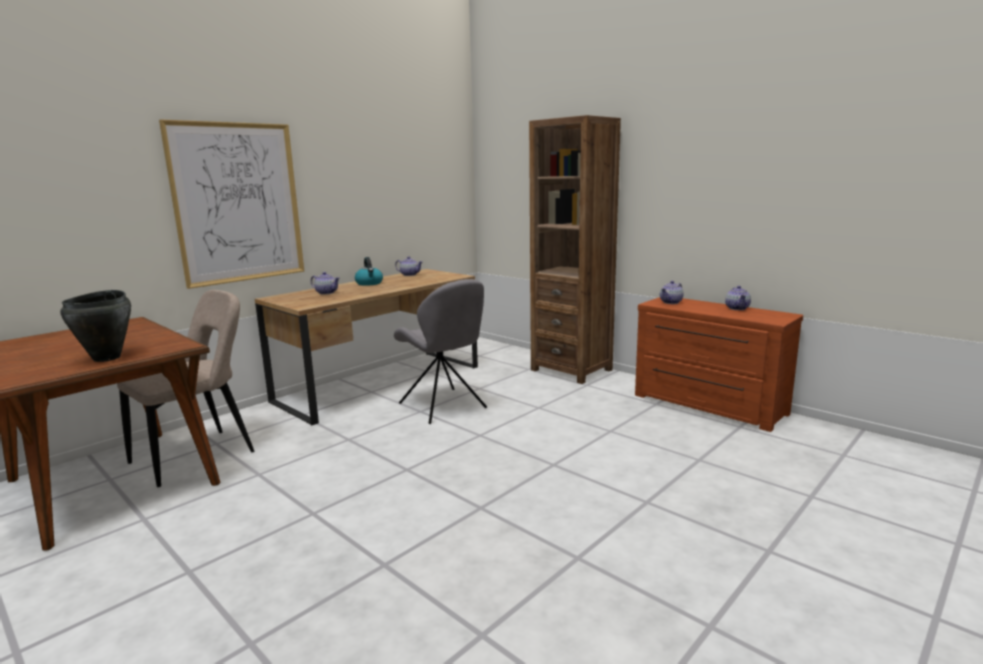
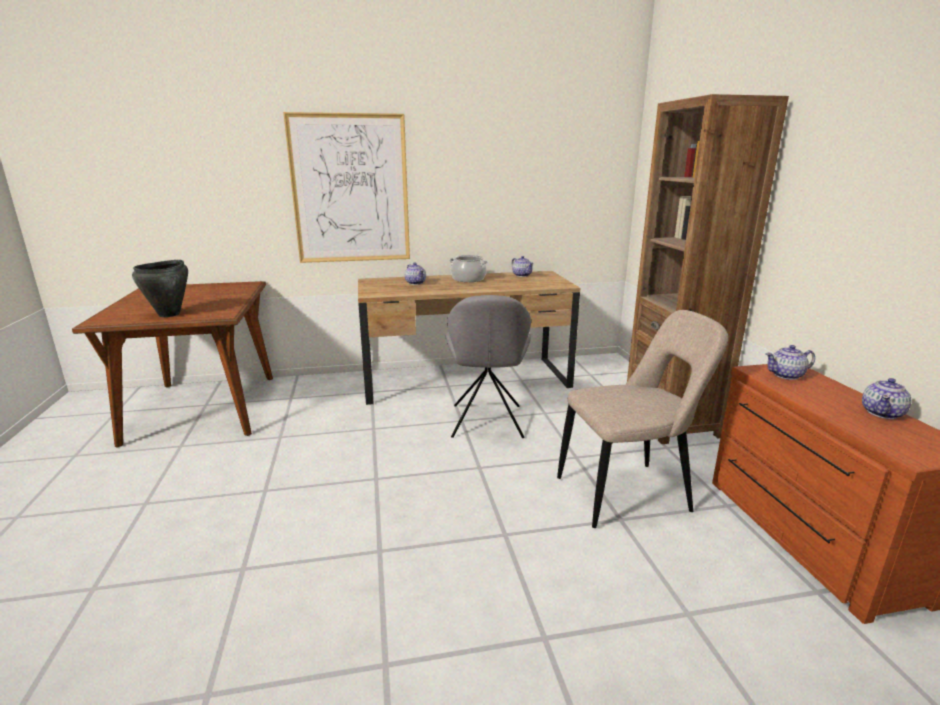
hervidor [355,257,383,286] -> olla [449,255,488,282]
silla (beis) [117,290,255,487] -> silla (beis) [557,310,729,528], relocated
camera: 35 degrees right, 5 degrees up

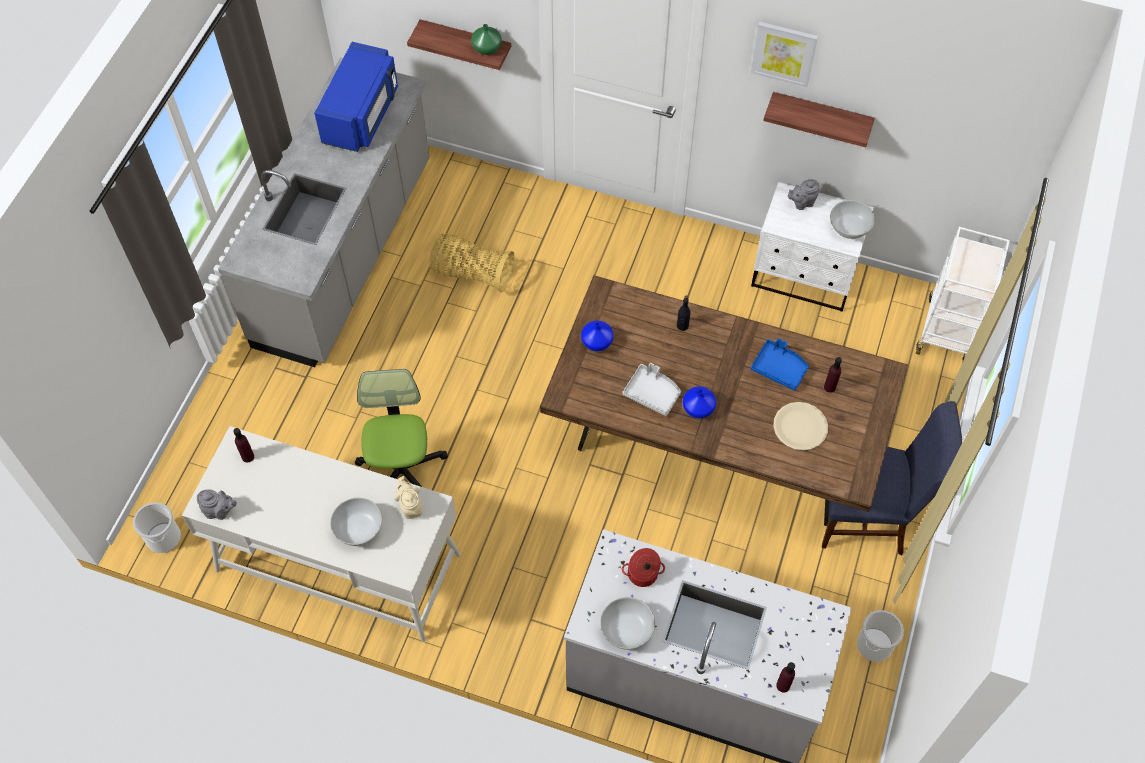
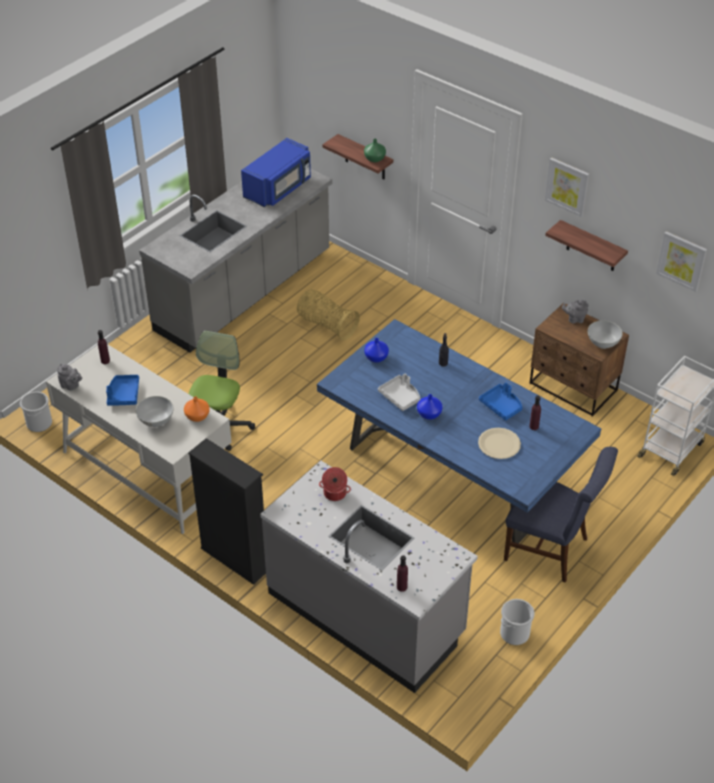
none -> bandeja (azul) [106,375,139,406]
tetera (beis) [394,476,423,519] -> florero (naranja) [184,396,210,422]
none -> estantería (negro) [188,438,266,585]
mesa de comedor (marrón) [540,275,908,526] -> mesa de comedor (azul) [317,319,601,548]
mesita de noche (blanco) [751,182,874,312] -> mesita de noche (marrón) [530,304,629,417]
none -> cuadro [656,231,707,292]
cuenco (blanco) [600,597,655,650] -> none
camera: 20 degrees right, 15 degrees down

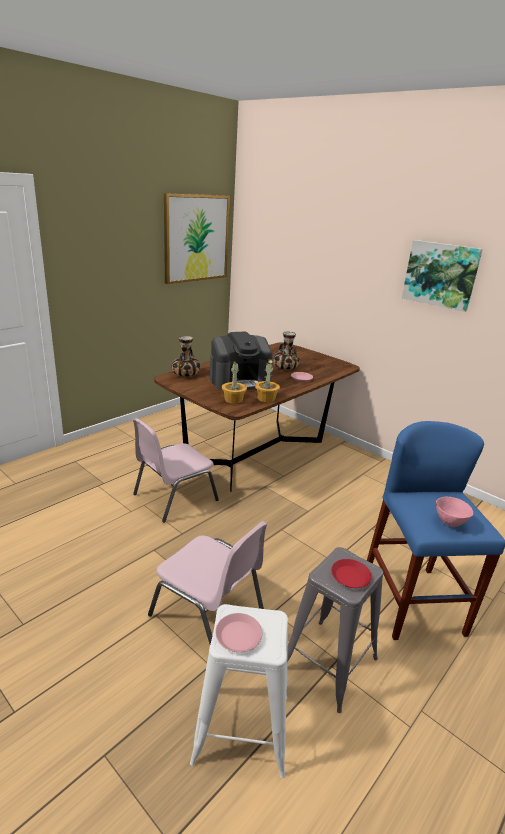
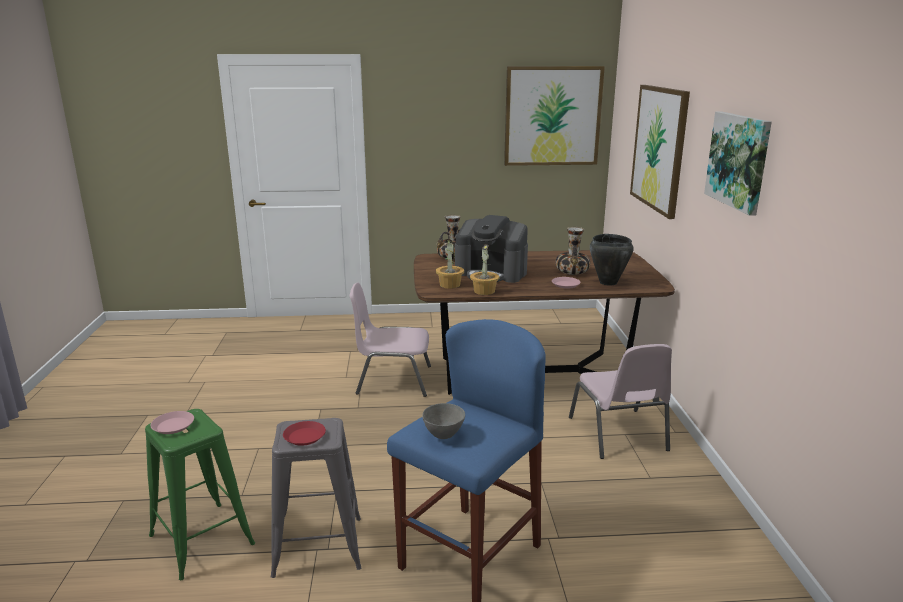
taburete (blanco) [190,604,288,778] -> taburete (verde) [145,409,255,580]
cuenco (rosa) [436,497,473,527] -> cuenco (gris) [422,403,465,439]
silla (rosa) [148,521,267,644] -> silla (rosa) [569,344,672,459], relocated
none -> olla (negro) [590,234,634,286]
none -> cuadro [630,85,690,219]
camera: 45 degrees right, 5 degrees down

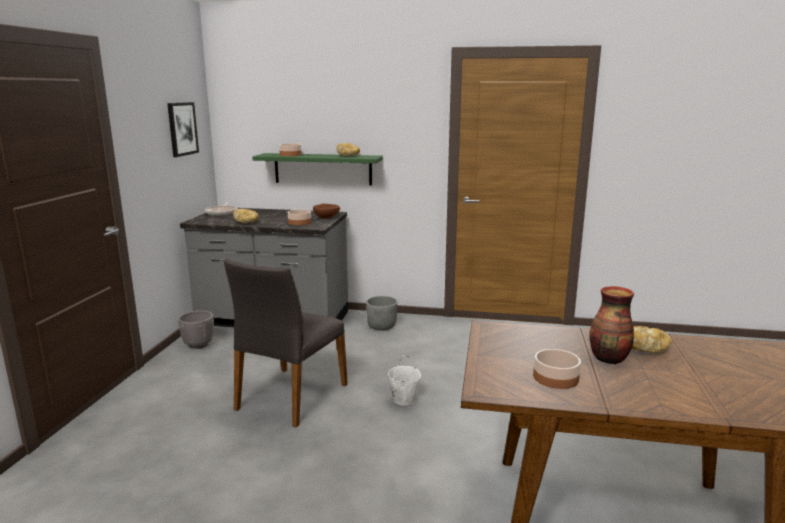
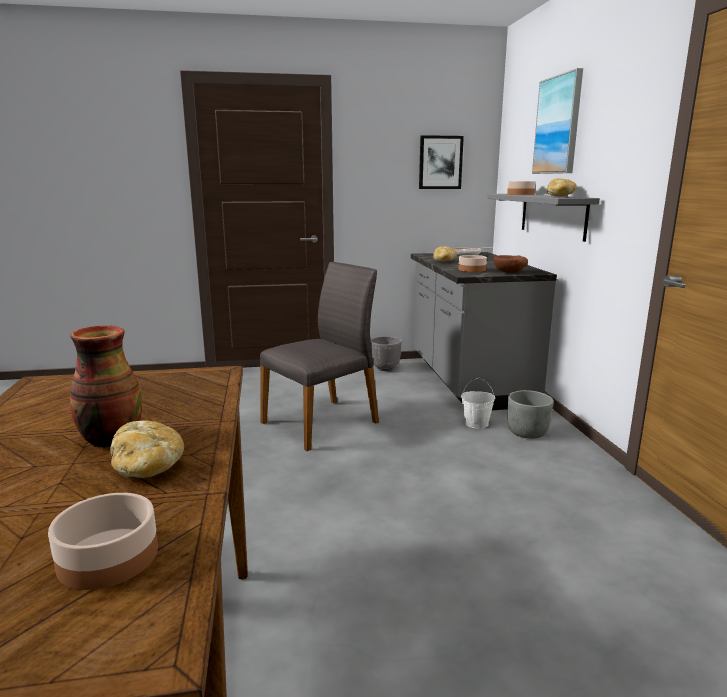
cuenco [533,349,581,389] -> cuenco [48,493,158,590], relocated
silla (gris) [224,259,348,428] -> silla (gris) [260,262,379,451], 135 degrees clockwise
cubo (blanco) [388,355,421,405] -> cubo (blanco) [461,377,495,429], relocated
estante (verde) [252,153,383,186] -> estante (gris) [487,194,600,242]
none -> cuadro [532,68,583,174]
camera: 70 degrees right, 0 degrees up

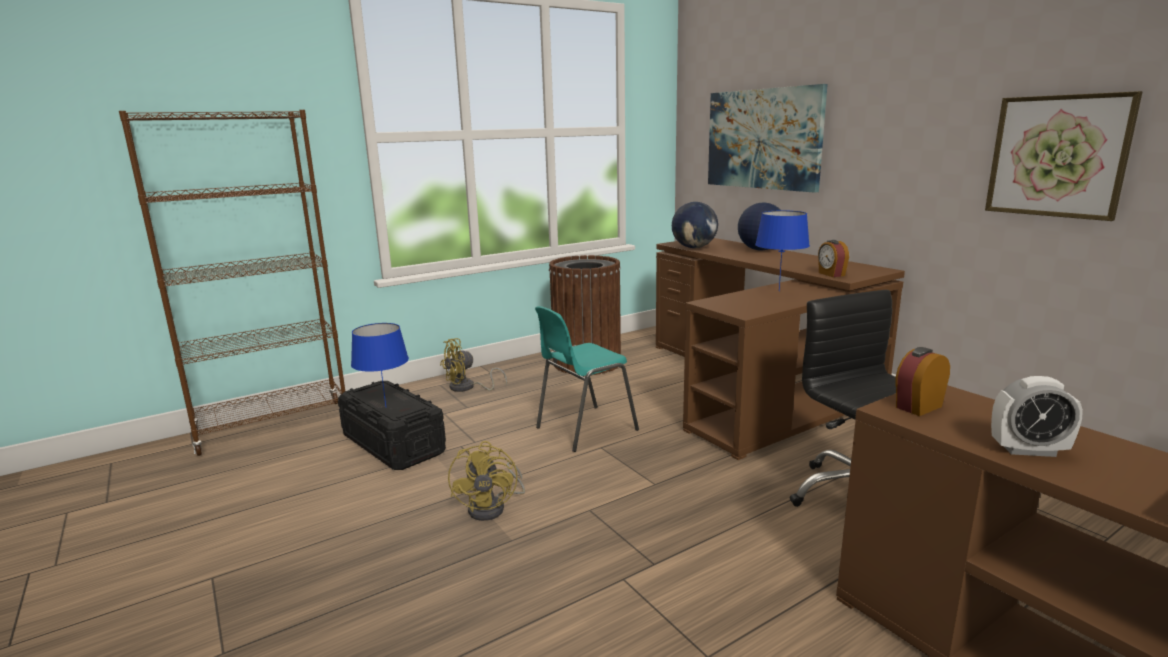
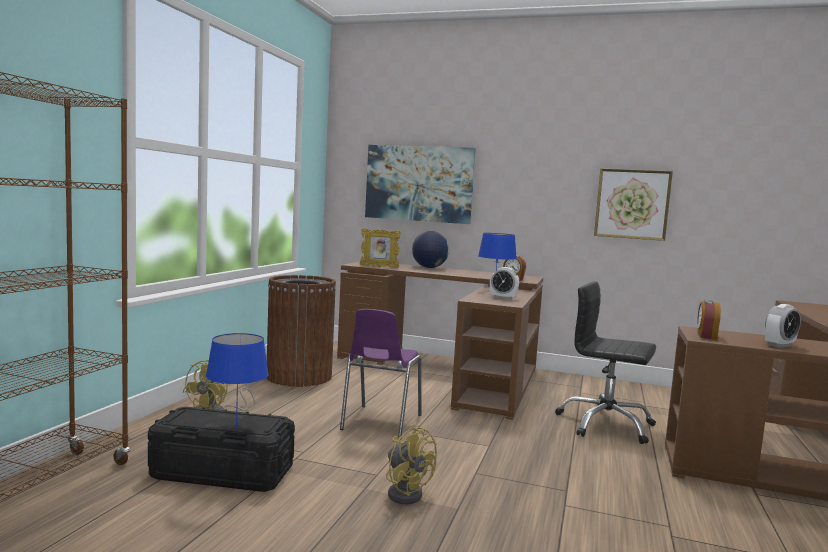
silla (turquesa) [535,306,639,452] -> silla (morado) [340,309,421,440]
globo terráqueo [672,202,718,248] -> portarretratos [360,228,401,268]
none -> despertador [490,267,519,300]
camera: 40 degrees left, 10 degrees down

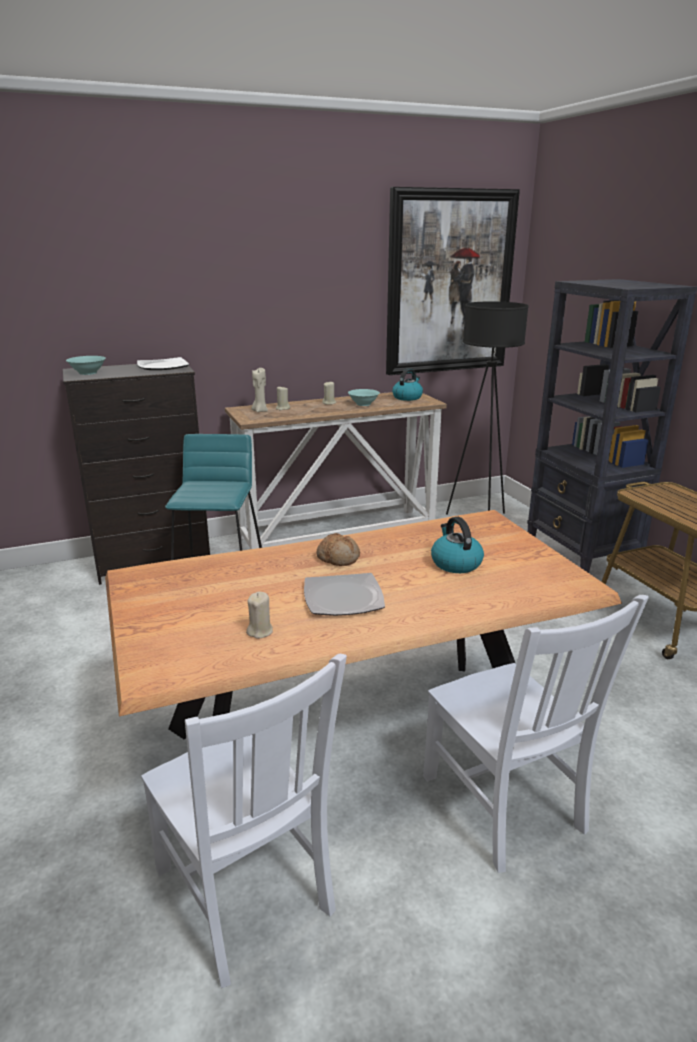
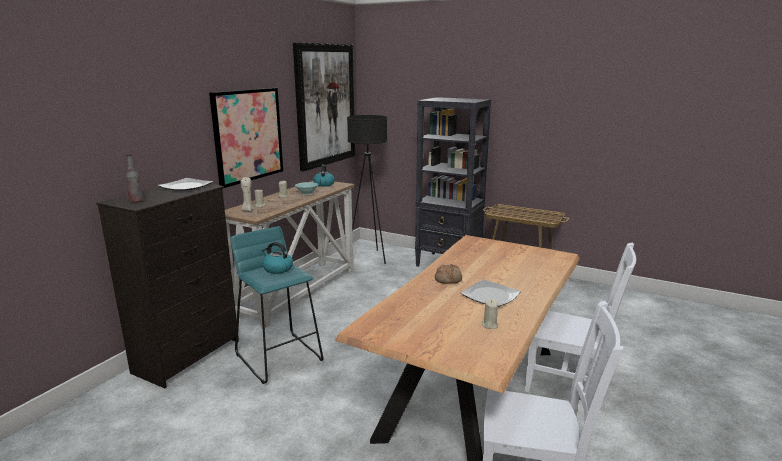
cuenco (turquesa) [66,356,106,375] -> botella [125,154,143,203]
none -> cuadro [209,88,283,188]
hervidor [431,517,484,573] -> hervidor [262,242,293,274], relocated
camera: 40 degrees left, 5 degrees down

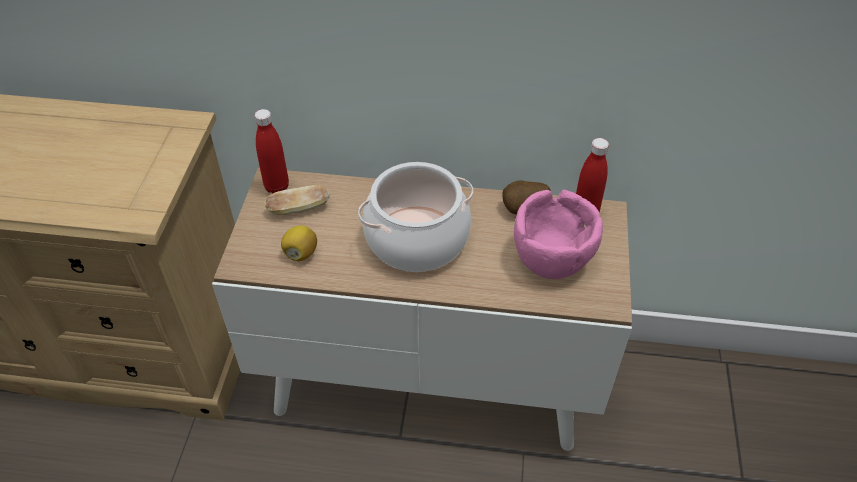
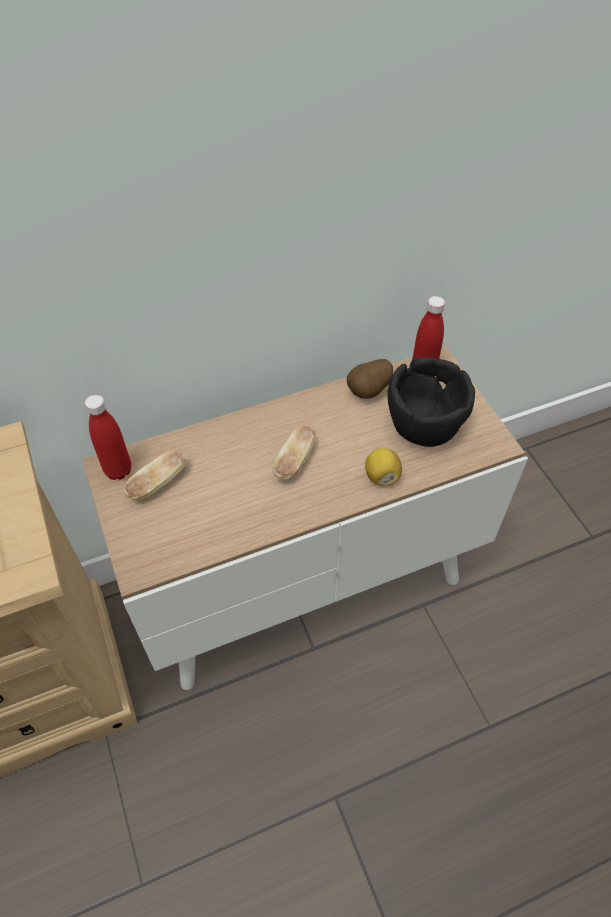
olla [358,162,473,272] -> pan [272,425,316,480]
limón [281,225,317,262] -> limón [365,448,402,486], relocated
cuenco (rosa) [514,190,603,279] -> cuenco (negro) [387,357,475,447]
camera: 30 degrees left, 5 degrees up

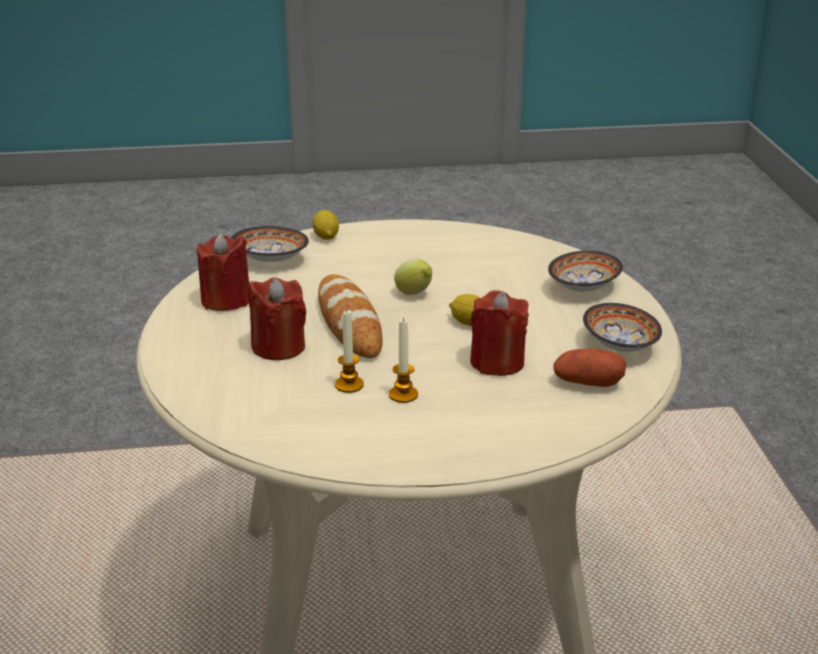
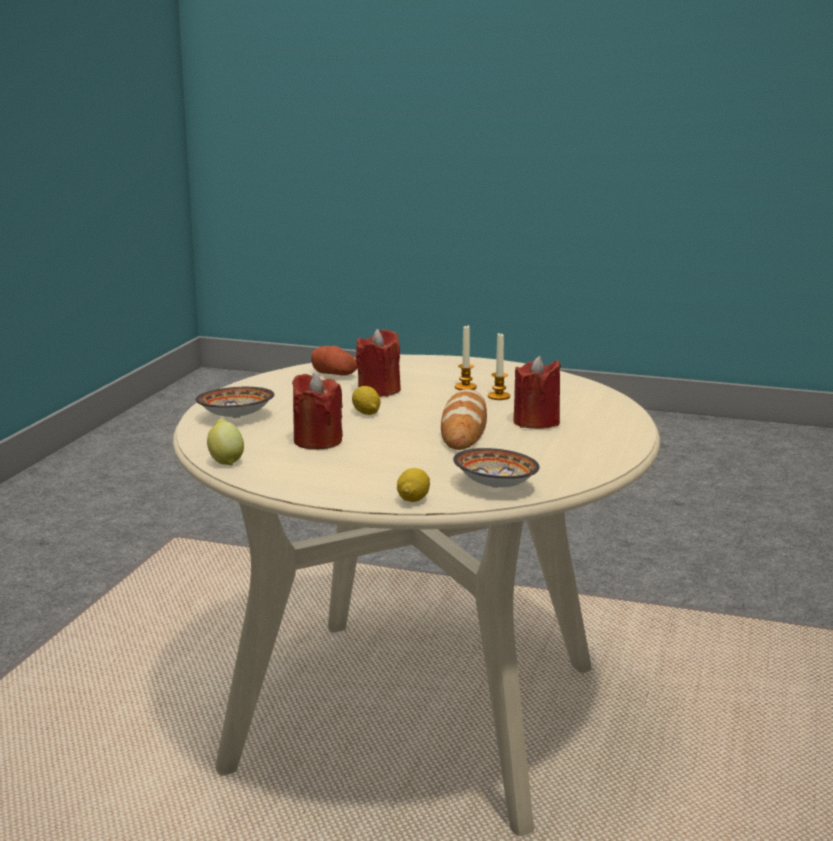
limón [394,259,432,295] -> limón [207,419,244,465], relocated
vela (rojo) [197,233,249,311] -> vela (rojo) [292,373,343,450], relocated
cuenco [583,303,662,352] -> none
camera: 155 degrees left, 10 degrees down

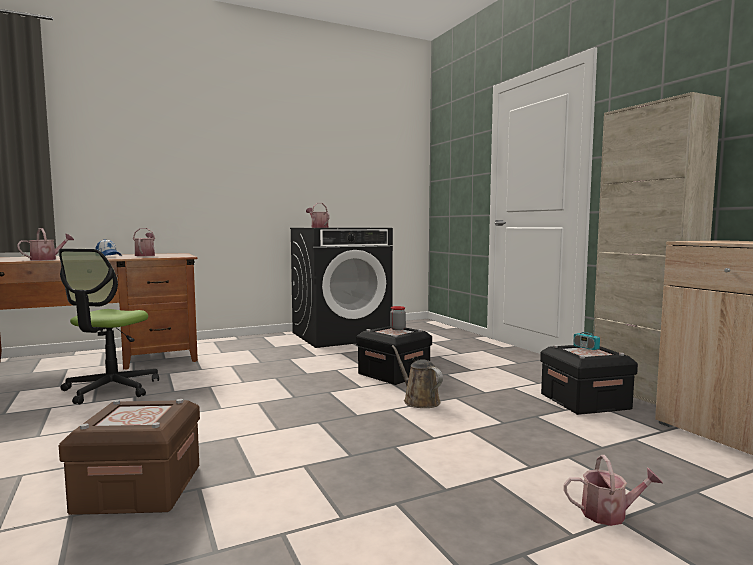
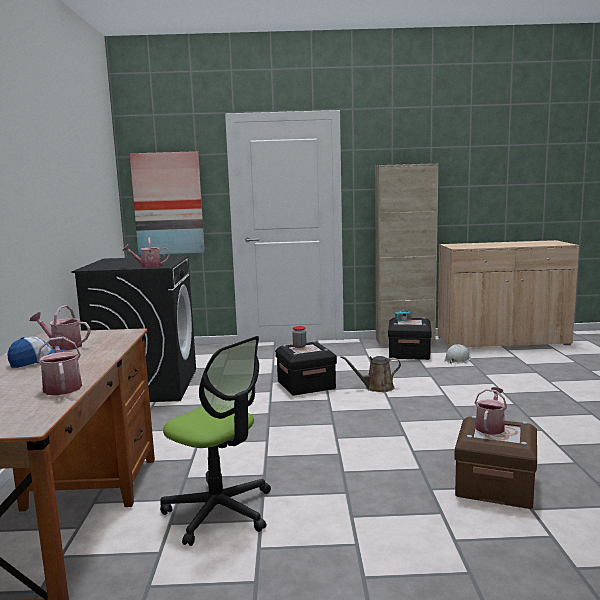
none -> cuadro [130,151,205,255]
none -> casco (blanco) [444,344,471,364]
regadera [564,455,663,526] -> regadera [475,387,507,435], relocated
camera: 65 degrees left, 5 degrees up

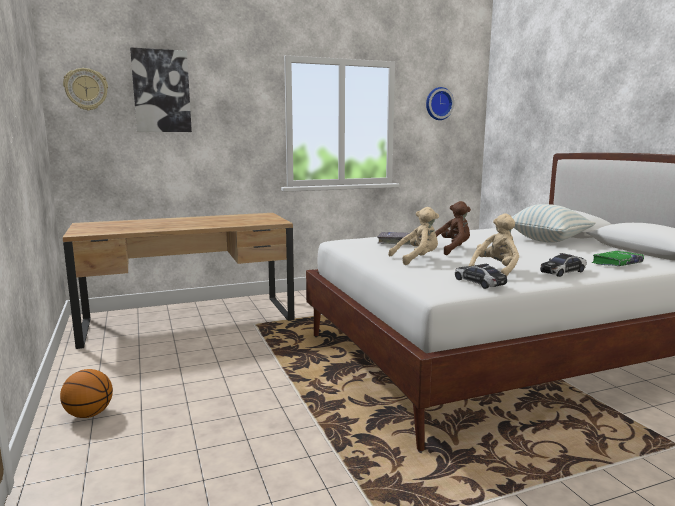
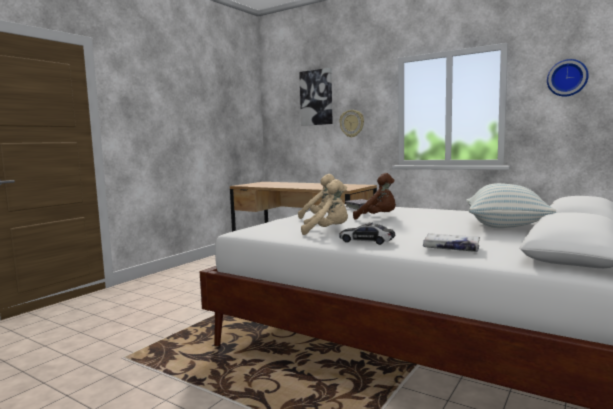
reloj de pared [63,68,108,111] -> reloj de pared [339,110,364,138], relocated
libro (verde) [592,251,644,266] -> libro (blanco) [423,233,480,252]
balón de baloncesto [60,369,113,418] -> none
coche de juguete [455,264,507,289] -> none
camera: 55 degrees right, 5 degrees down

